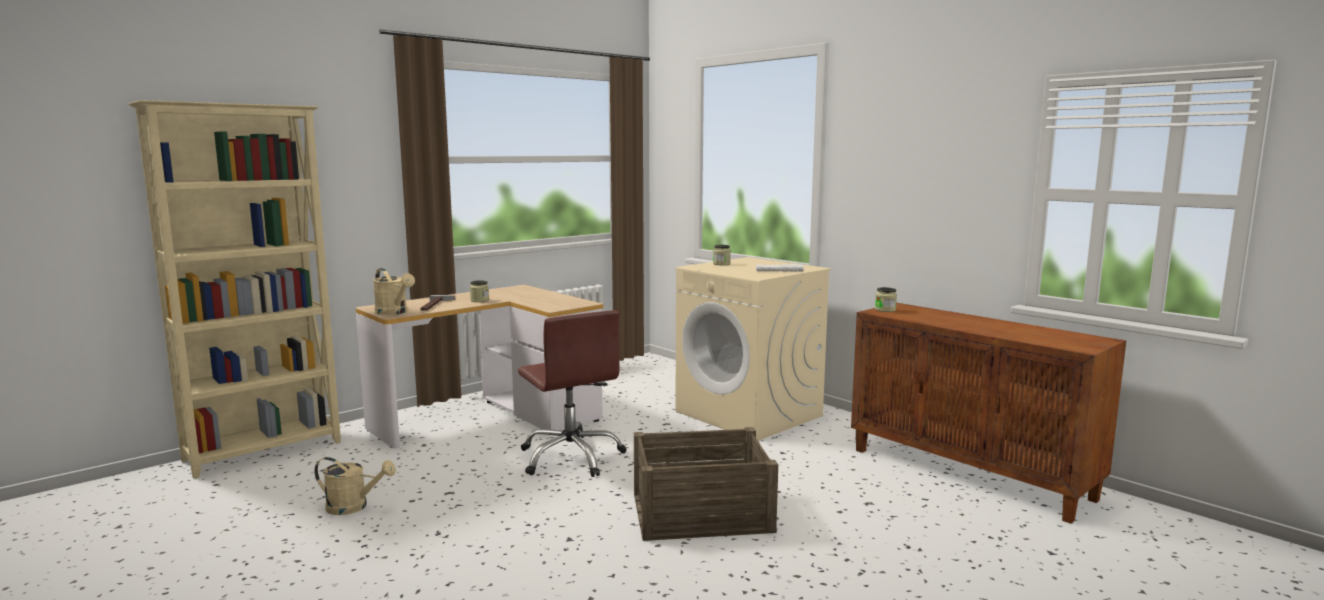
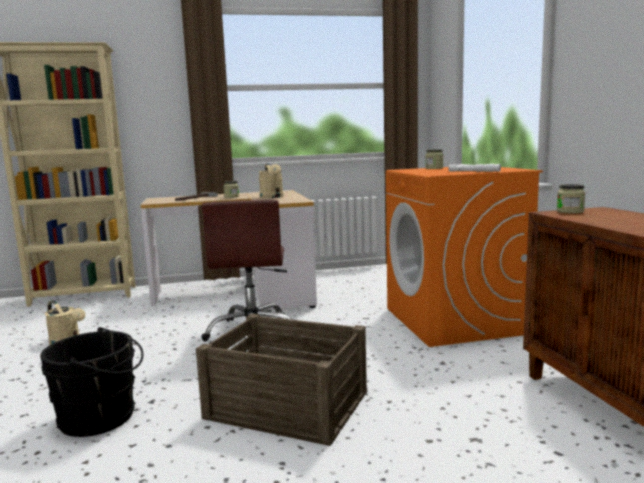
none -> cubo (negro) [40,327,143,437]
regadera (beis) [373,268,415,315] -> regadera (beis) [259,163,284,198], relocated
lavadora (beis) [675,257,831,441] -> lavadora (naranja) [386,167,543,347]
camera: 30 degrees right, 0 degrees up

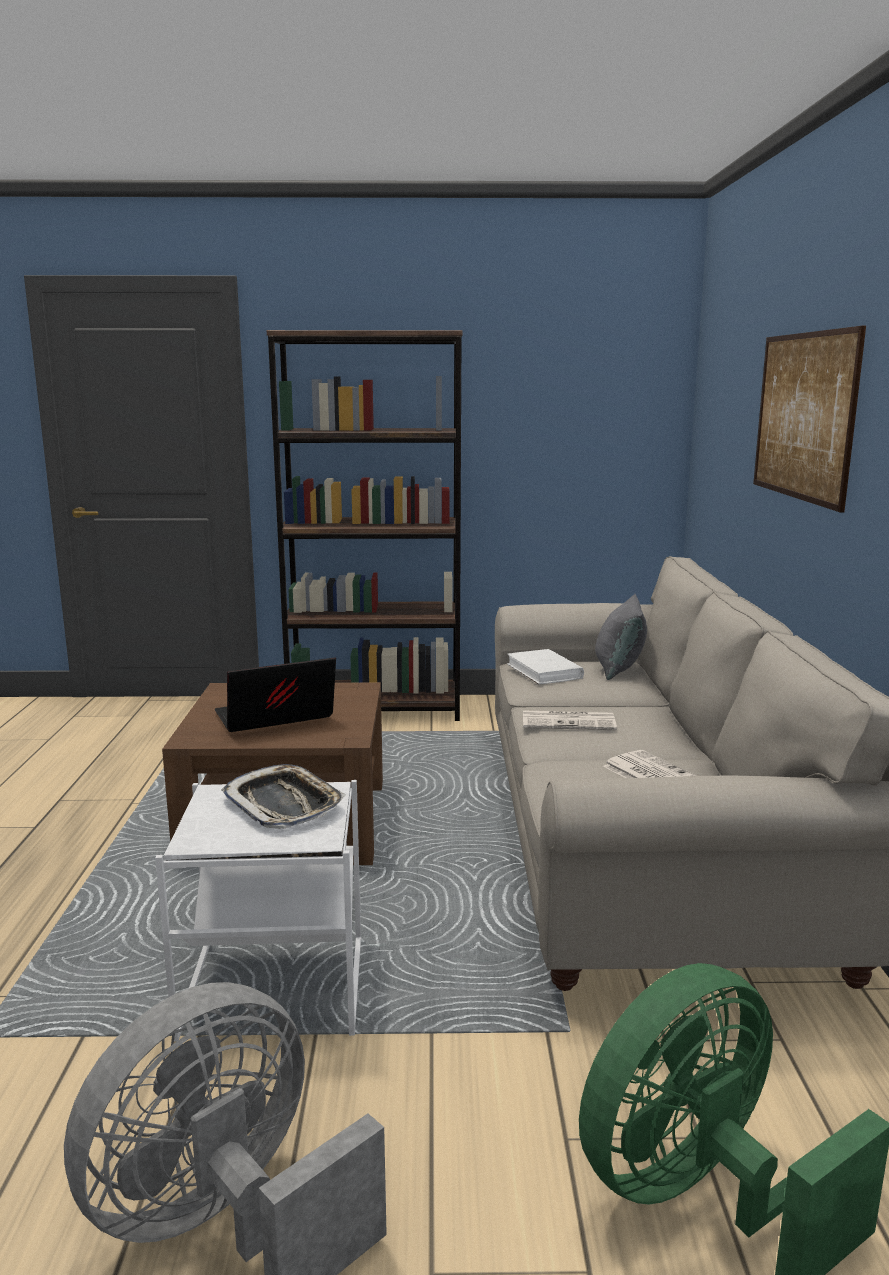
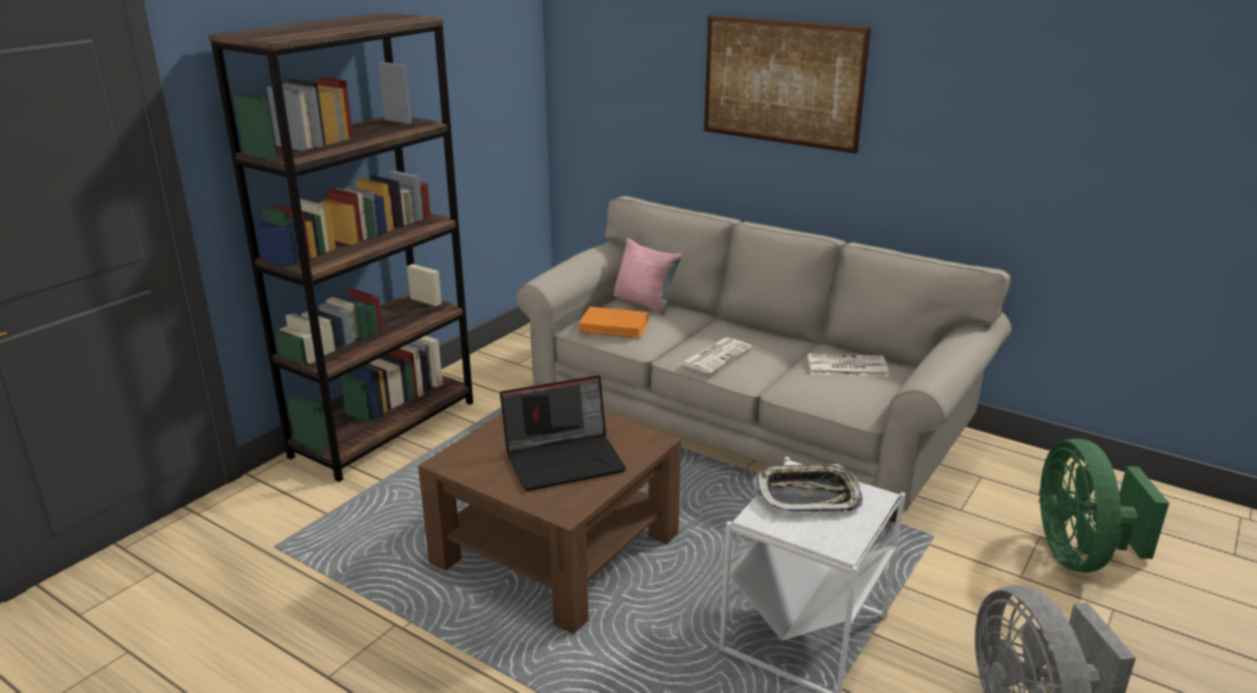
portátil [215,657,336,732] -> portátil [500,375,626,491], 120 degrees counterclockwise
libro (blanco) [507,649,584,684] -> libro (naranja) [578,307,649,338]
cojín (gris) [595,594,647,680] -> cojín (rosa) [614,238,682,315]
camera: 55 degrees left, 10 degrees up

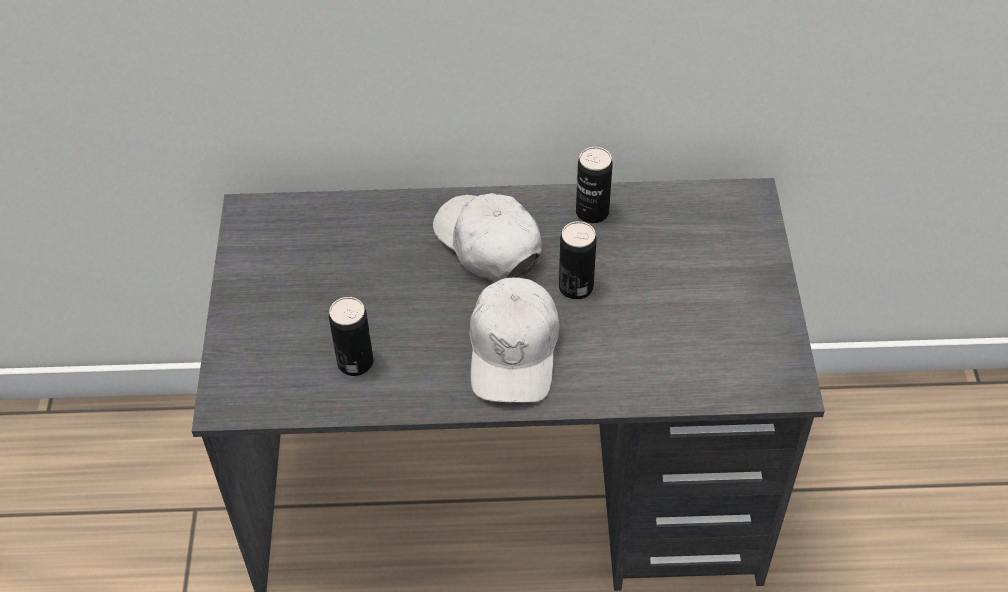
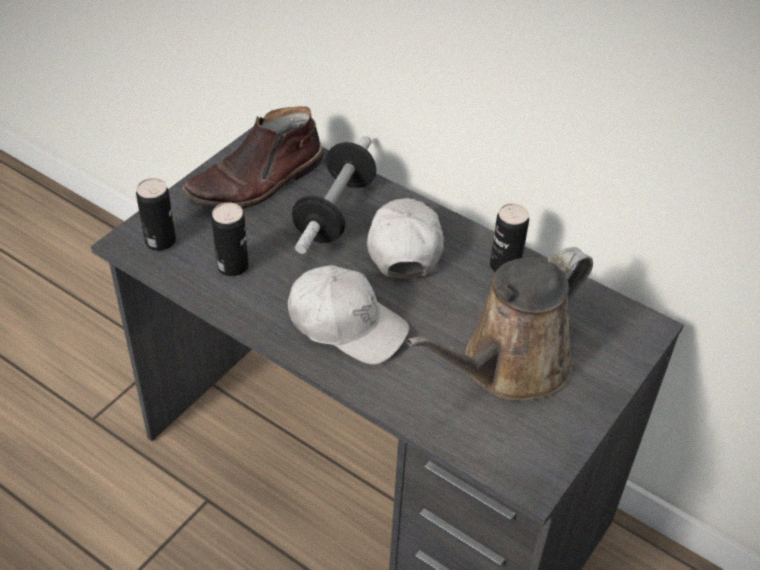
lata [559,221,597,299] -> lata [136,178,176,251], relocated
none -> bota (marrón) [181,107,324,209]
gorra (blanco) [469,277,559,403] -> gorra (blanco) [288,265,409,365], 105 degrees counterclockwise
none -> mancuerna [292,136,376,254]
none -> regadera (marrón) [406,247,593,401]
camera: 35 degrees right, 5 degrees down

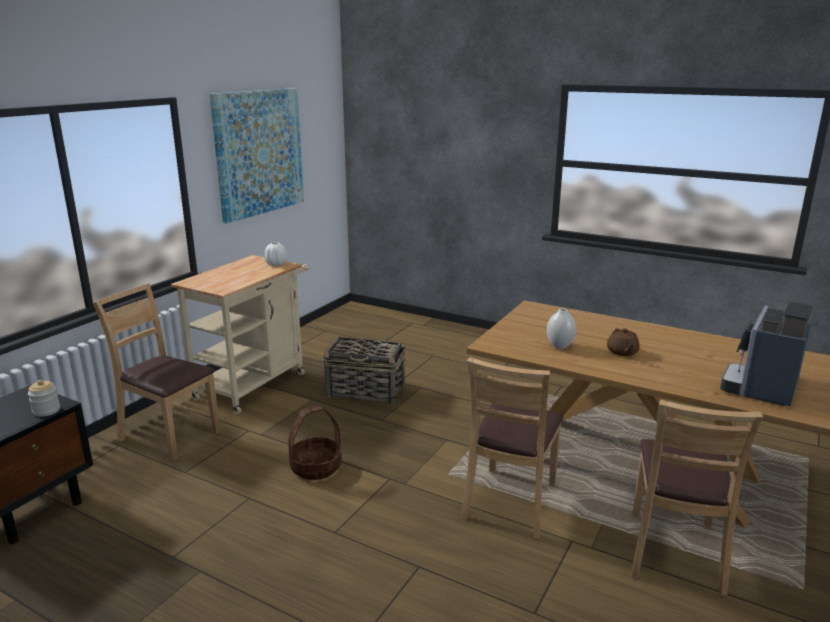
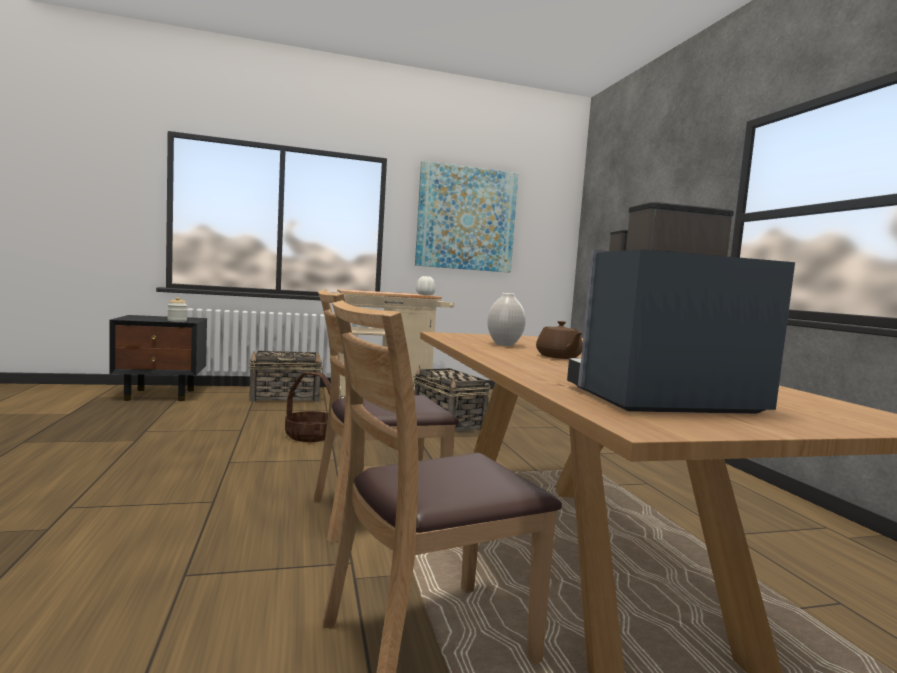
silla (marrón) [93,284,220,461] -> cesta [249,351,323,402]
tetera (marrón) [607,328,640,356] -> tetera (marrón) [536,321,583,359], 60 degrees counterclockwise
camera: 45 degrees right, 15 degrees down

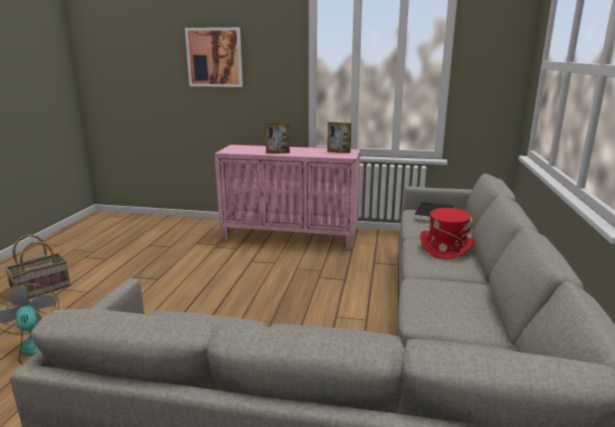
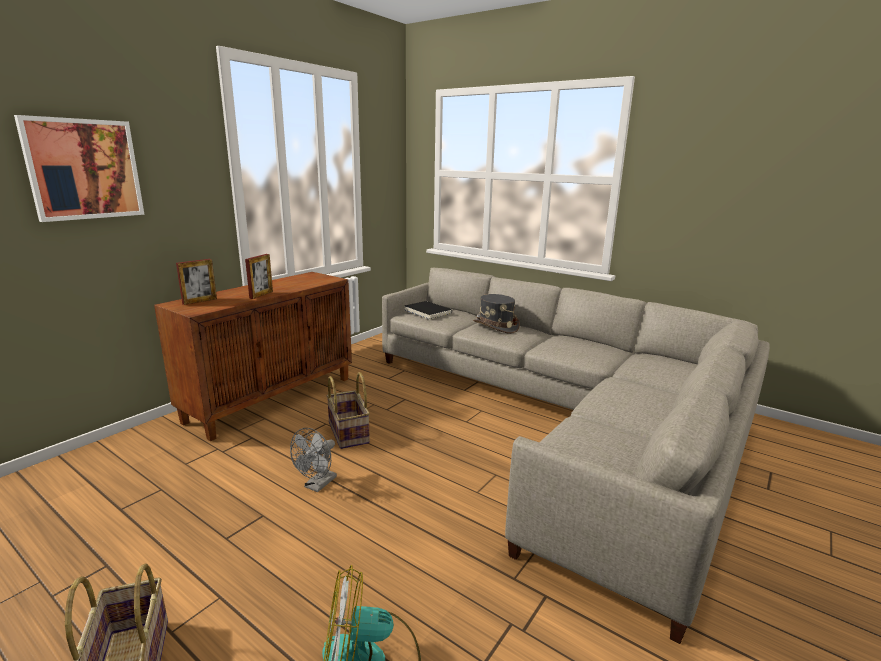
armario (rosa) [215,145,360,250] -> armario (marrón) [154,272,352,441]
portarretratos [327,122,351,153] -> portarretratos [176,259,217,305], relocated
none -> ventilador (gris) [290,428,337,492]
none -> cesta [326,372,370,449]
sombrero (rojo) [420,208,476,259] -> sombrero (gris) [473,294,520,334]
camera: 65 degrees left, 0 degrees up

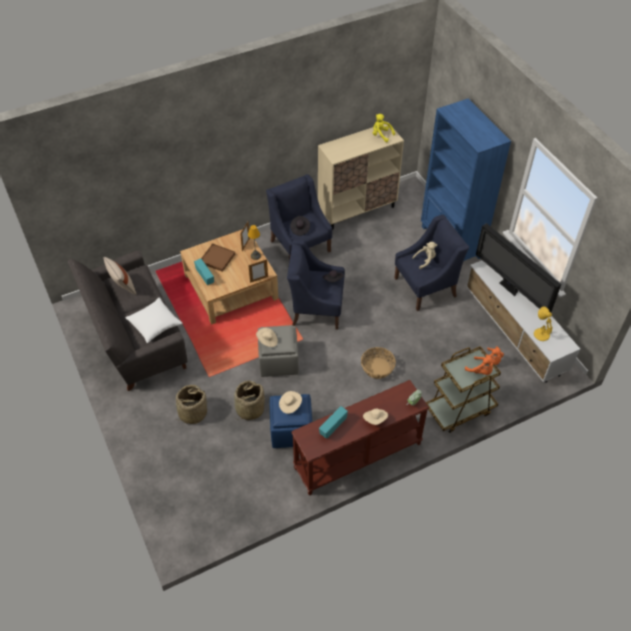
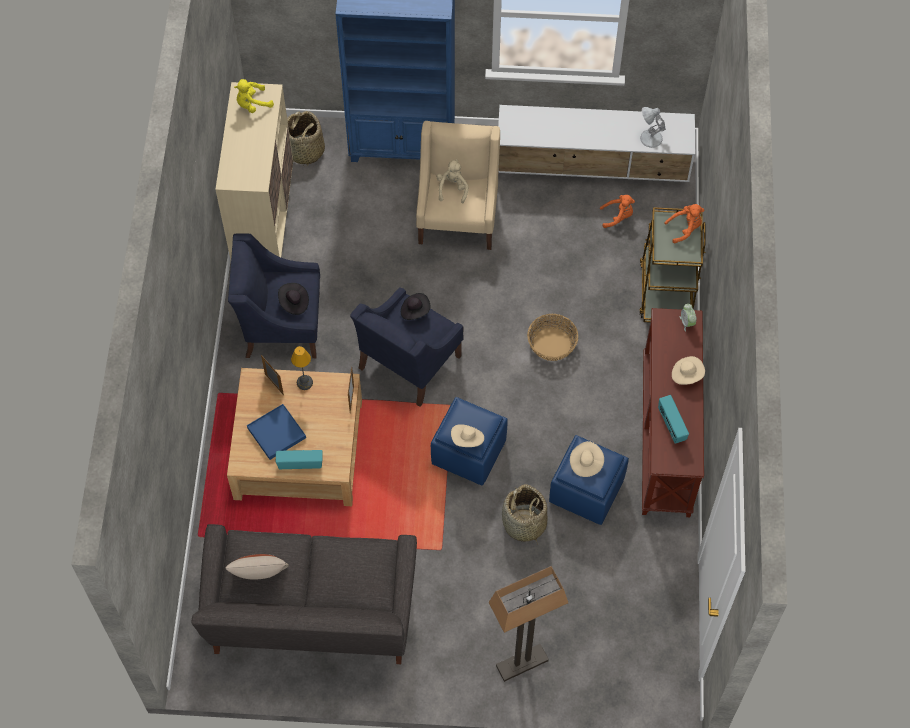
bandeja (marrón) [201,243,235,272] -> bandeja (azul) [247,404,306,460]
cesta [172,385,209,424] -> cesta [287,111,325,167], relocated
sillón (azul) [394,215,469,311] -> sillón (beis) [416,121,500,250]
puf (gris) [258,325,299,377] -> puf (azul) [431,397,508,486]
none -> lámpara de pie [488,566,568,682]
lámpara de mesa (amarillo) [534,307,552,341] -> lámpara de mesa (blanco) [640,107,666,148]
cojín (blanco) [125,298,182,343] -> none
televisor [476,223,561,313] -> none
camera: 60 degrees left, 10 degrees up

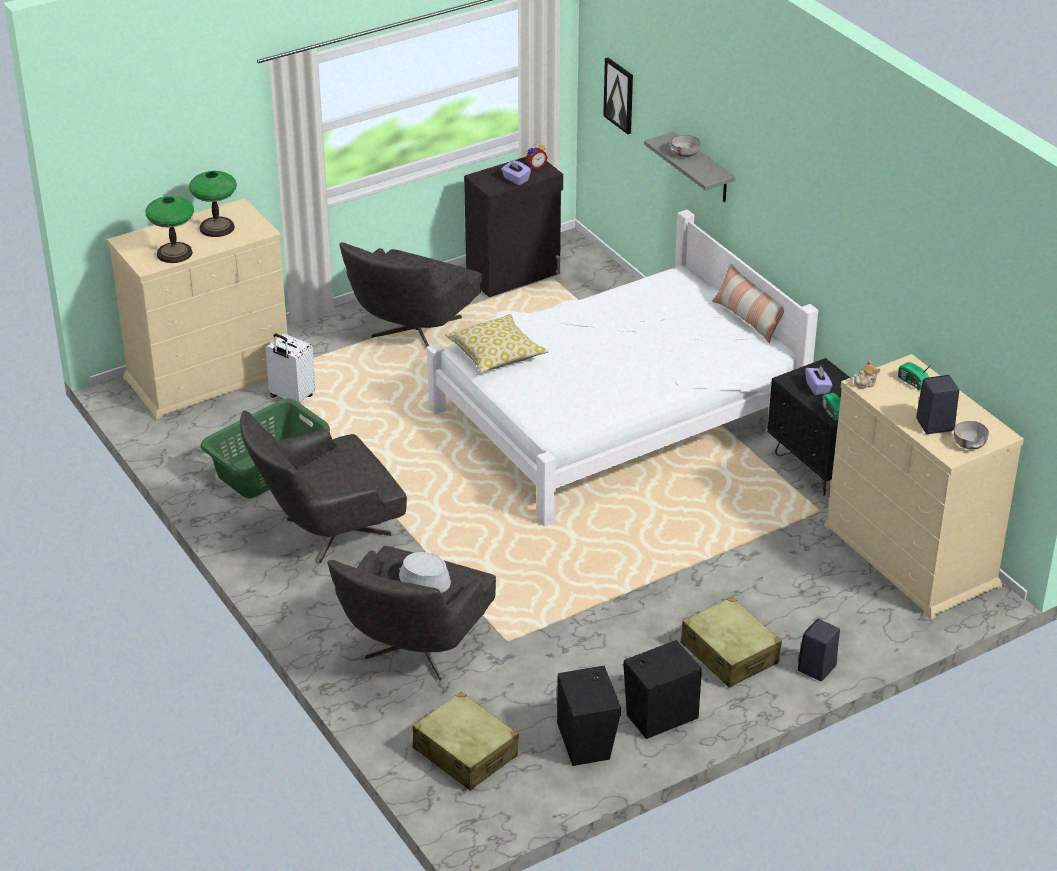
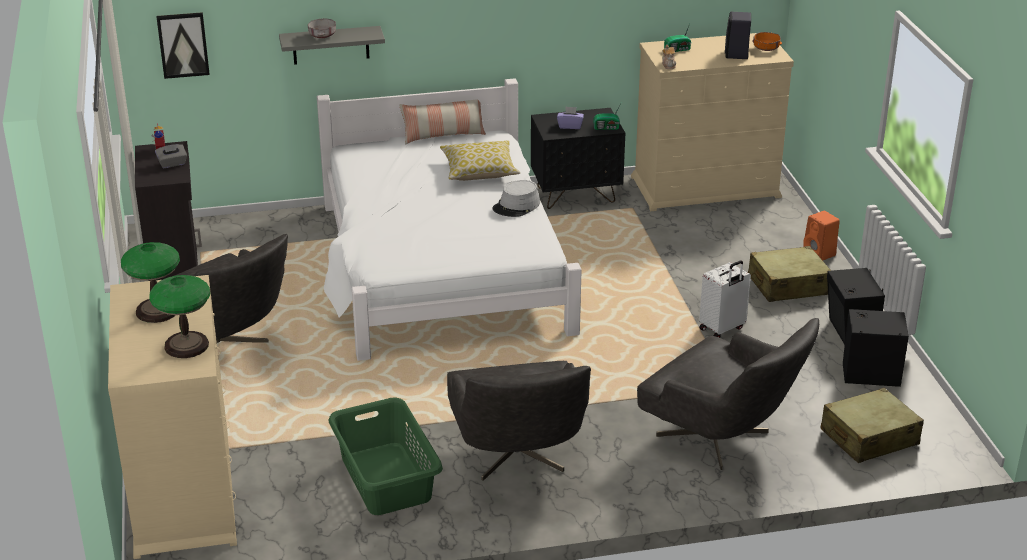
caja de pañuelos (morado) [501,160,531,185] -> caja de pañuelos (gris) [155,144,187,168]
cojín [445,314,549,373] -> cojín [440,140,520,181], relocated
sombrero (gris) [387,552,451,593] -> sombrero (gris) [493,180,540,217], relocated
maleta (blanco) [265,334,316,403] -> maleta (blanco) [699,260,751,338], relocated
cuenco (gris) [954,421,989,449] -> cuenco (naranja) [752,32,782,51]
altavoz (negro) [798,619,840,681] -> altavoz (naranja) [803,211,840,260]
camera: 70 degrees left, 5 degrees down

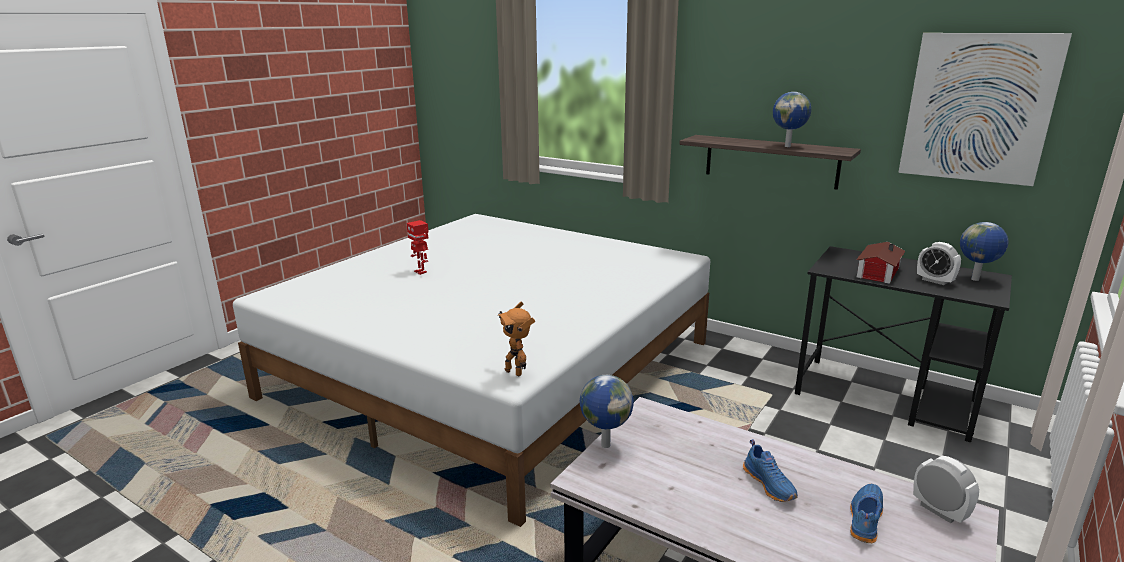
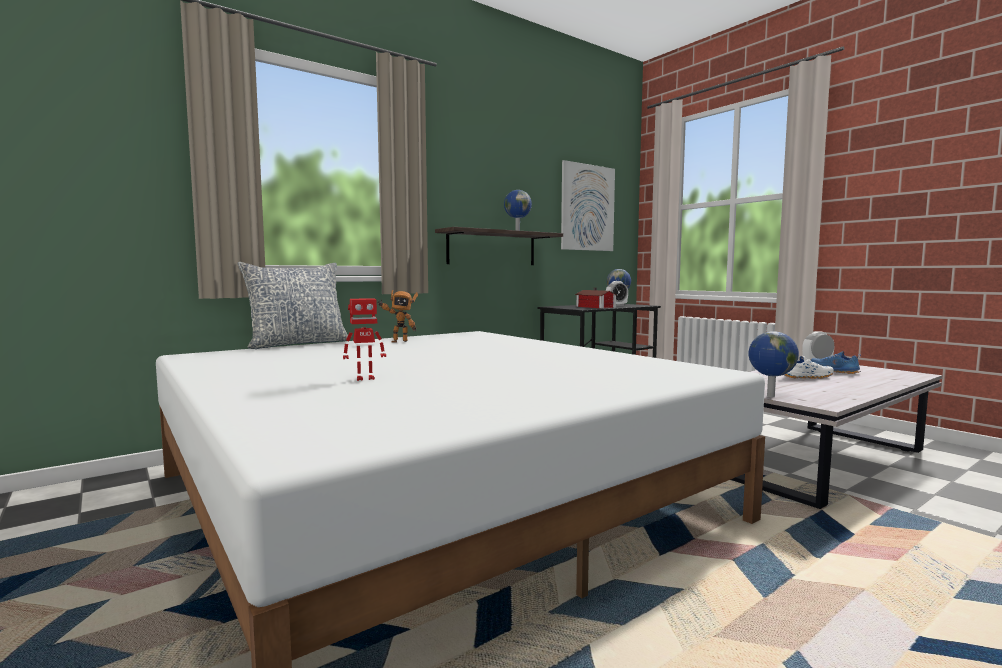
none -> cojín [238,262,348,349]
robot de juguete [498,302,535,376] -> robot de juguete [377,290,418,343], relocated
zapato (azul) [743,439,798,502] -> zapato (blanco) [784,356,834,379]
camera: 70 degrees left, 15 degrees down

